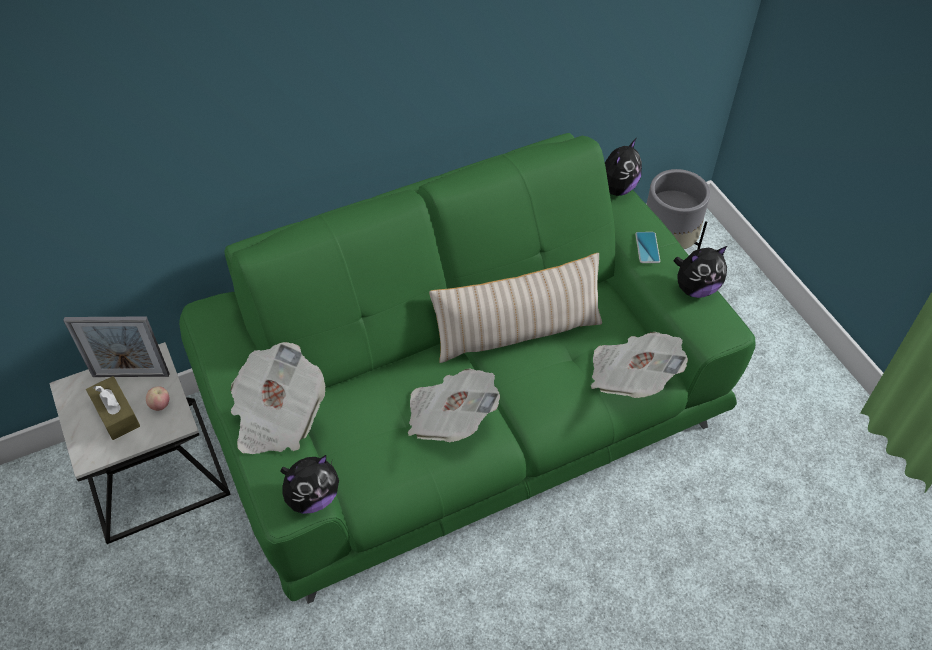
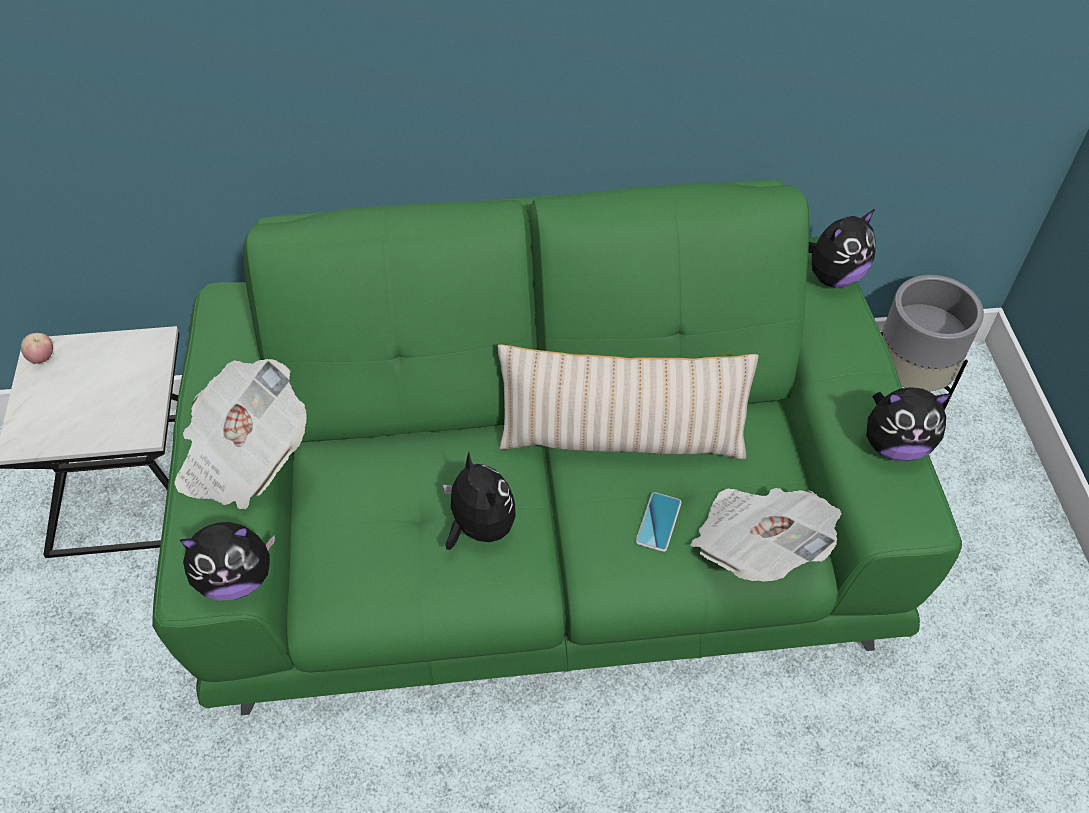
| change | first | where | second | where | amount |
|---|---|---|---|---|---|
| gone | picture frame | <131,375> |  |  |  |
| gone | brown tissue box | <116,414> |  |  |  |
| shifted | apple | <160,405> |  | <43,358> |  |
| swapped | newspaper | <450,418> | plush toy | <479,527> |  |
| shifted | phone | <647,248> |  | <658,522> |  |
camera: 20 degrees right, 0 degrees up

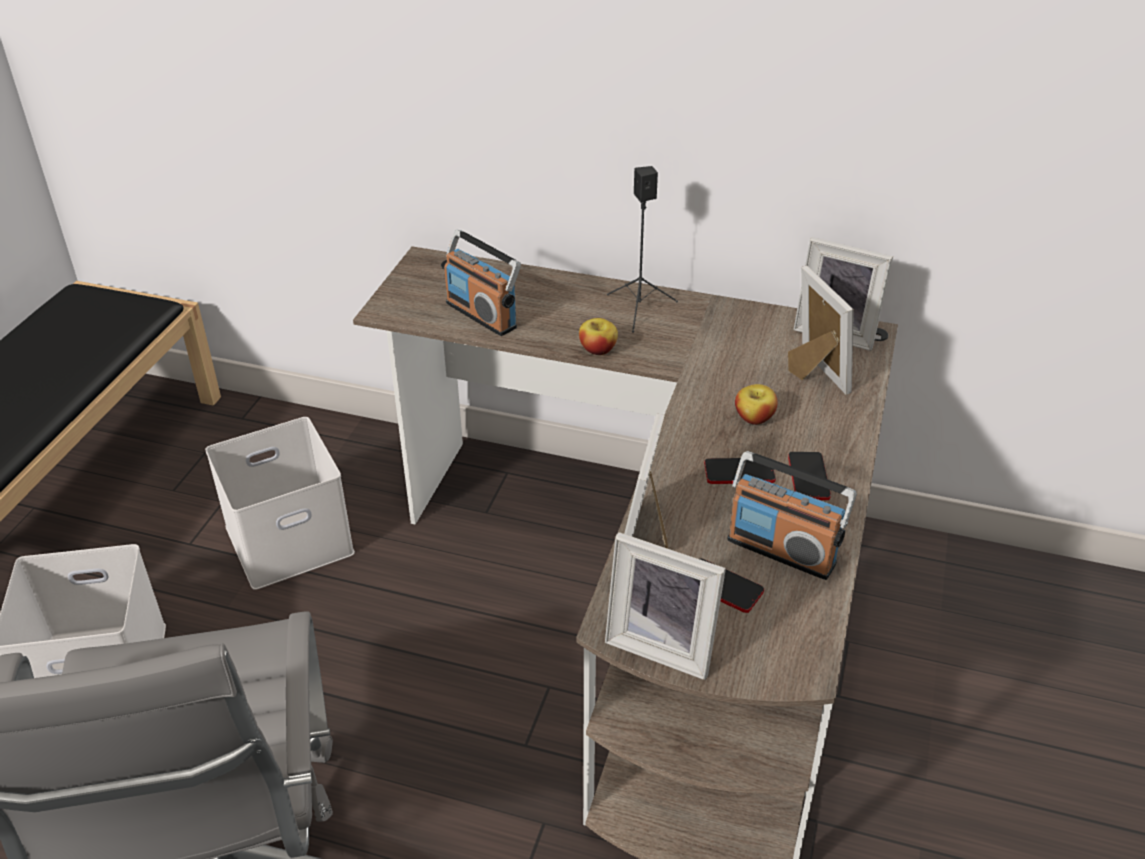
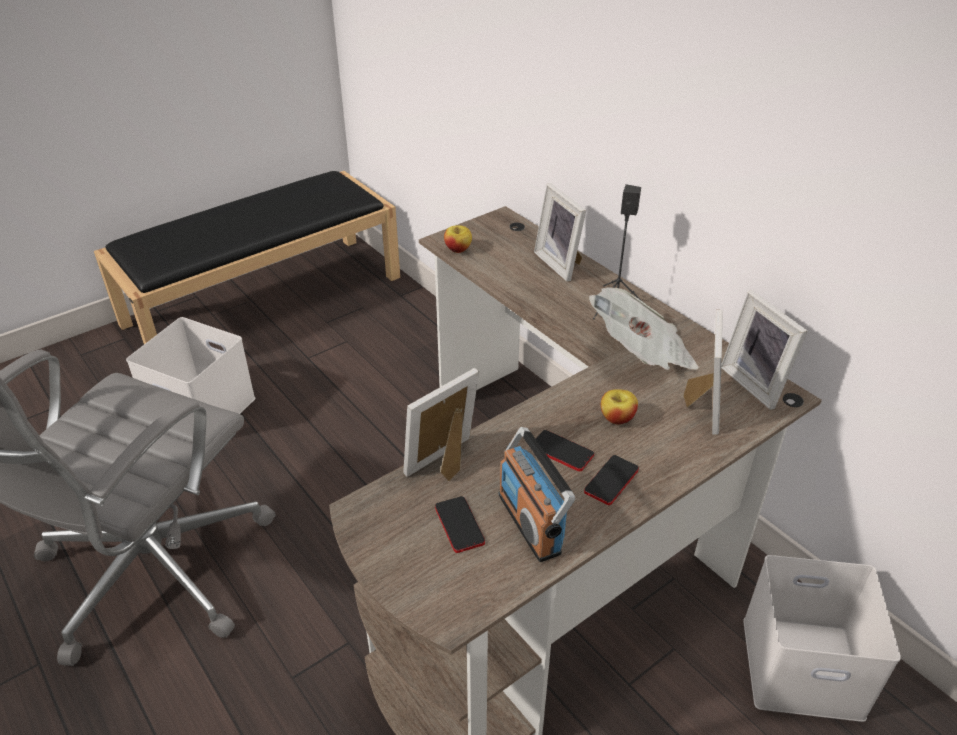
| change | first | where | second | where | amount |
|---|---|---|---|---|---|
| shifted | white storage box | <290,537> |  | <803,665> |  |
| gone | radio | <482,315> |  |  |  |
| shifted | apple | <598,349> |  | <458,249> |  |
| shifted | picture frame | <663,644> |  | <561,263> |  |
| new |  |  | newspaper | <641,354> |  |
camera: 35 degrees right, 0 degrees up

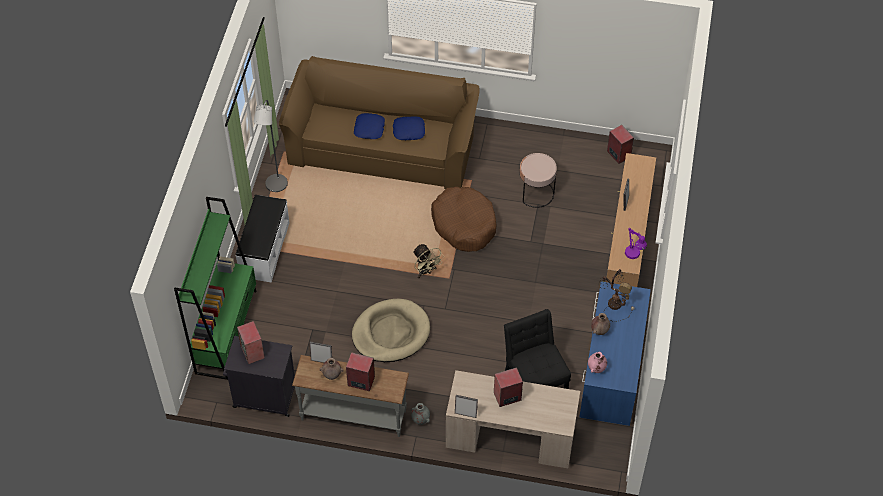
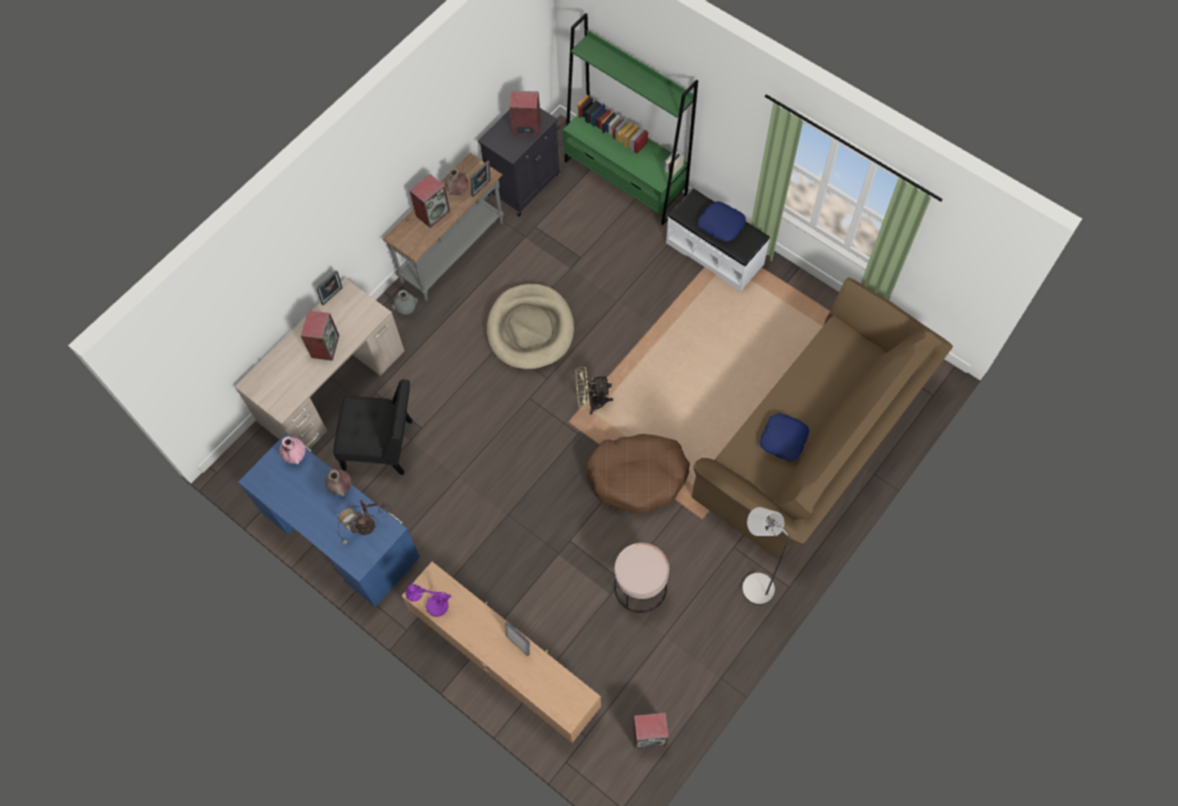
| change | first | where | second | where | amount |
|---|---|---|---|---|---|
| shifted | grey floor lamp | <275,187> |  | <752,585> |  |
| shifted | blue pillow | <369,129> |  | <721,224> |  |
camera: 120 degrees right, 10 degrees up

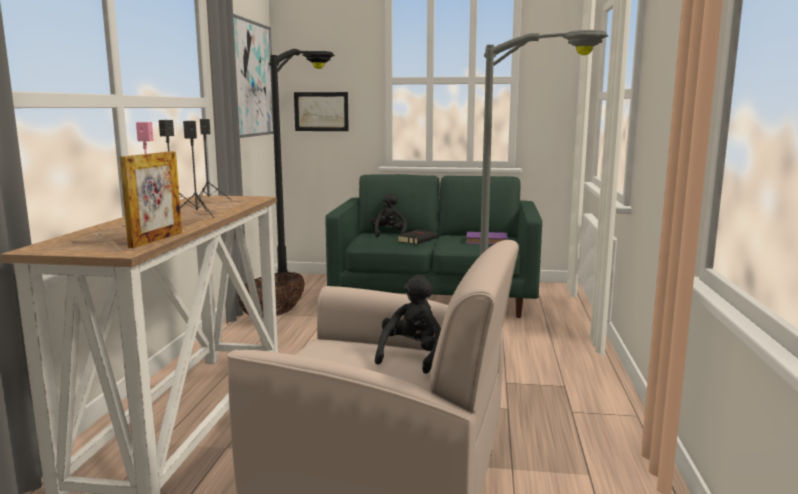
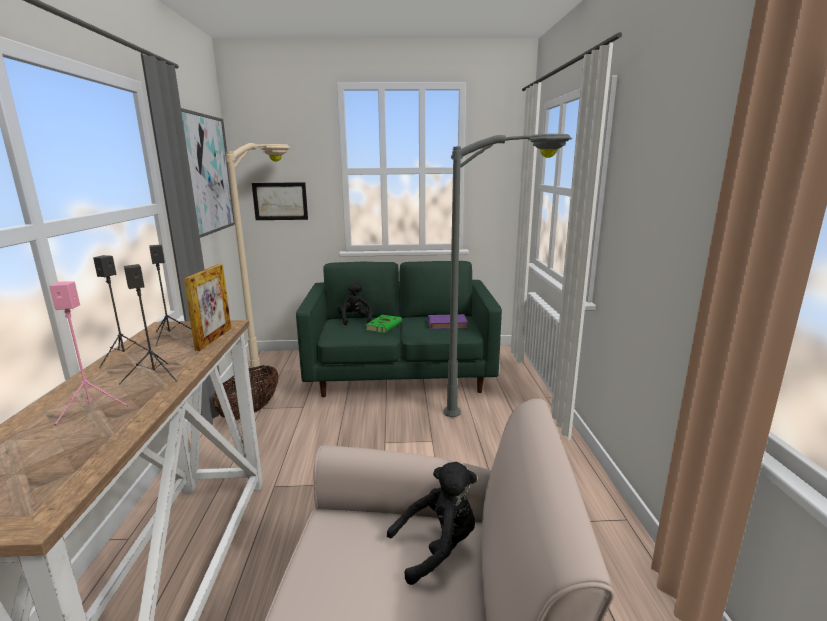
| change | first | where | second | where | amount |
|---|---|---|---|---|---|
| shifted | picture frame | <156,239> |  | <214,338> |  |
| repainted | black floor lamp | <313,285> | beige floor lamp | <284,365> |  |
| rotated | black plush toy | <412,356> |  | <438,547> | 60 degrees clockwise |
| repainted | black book | <418,239> | green book | <384,326> |  |
camera: 10 degrees left, 5 degrees up

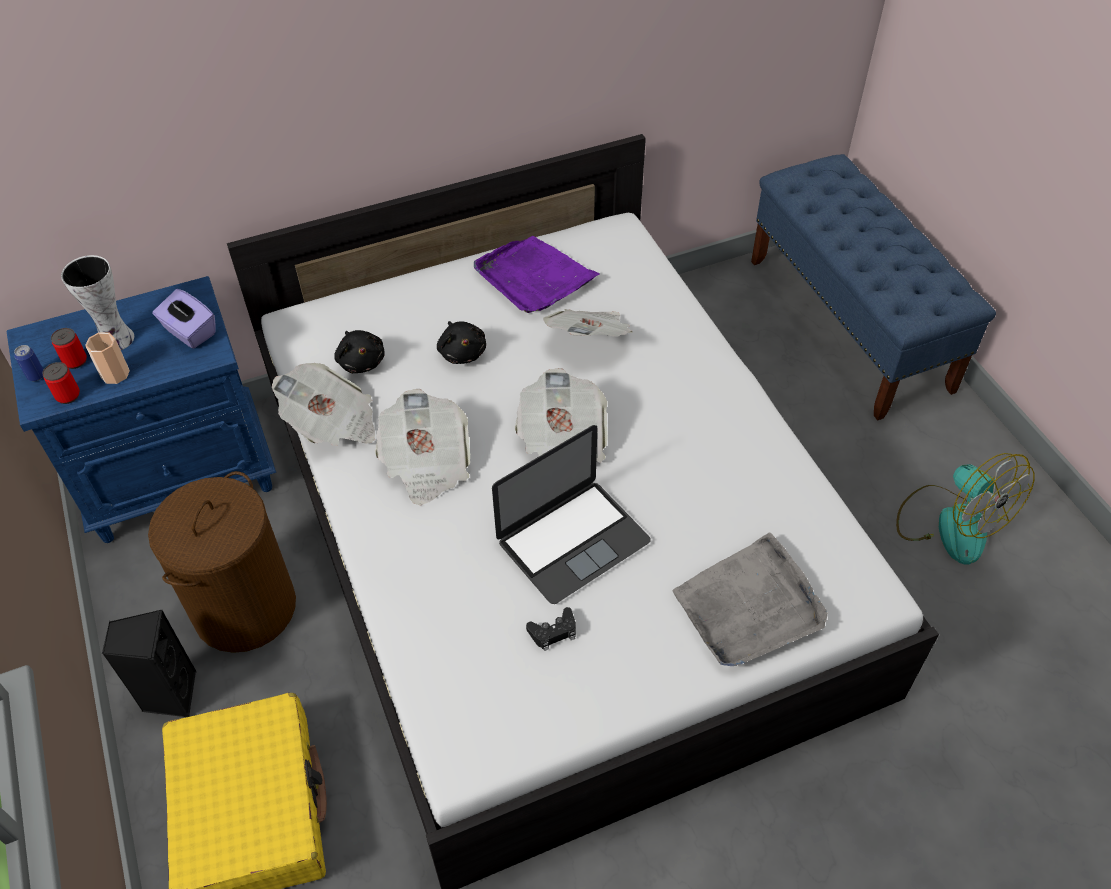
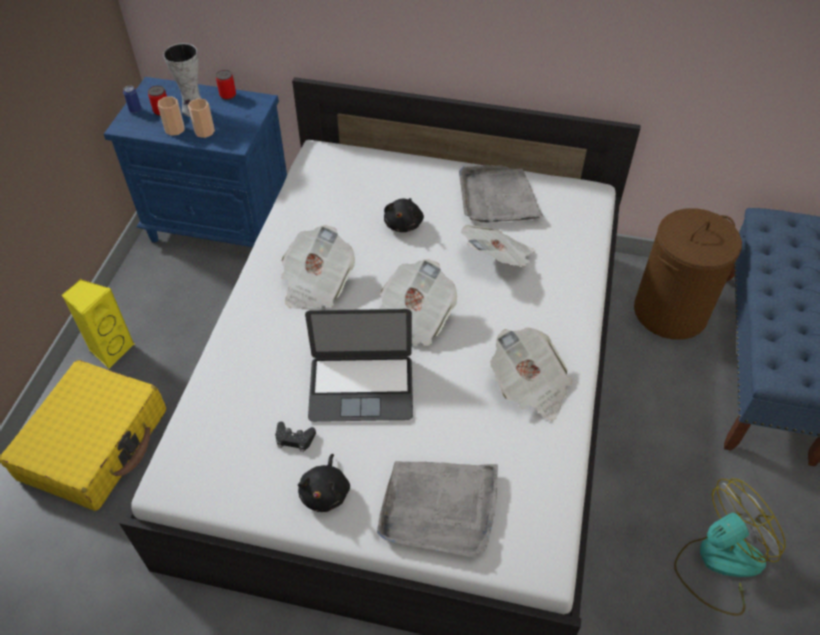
| change | first | where | second | where | amount |
|---|---|---|---|---|---|
| shifted | can | <68,395> |  | <228,95> |  |
| repainted | black speaker | <170,694> | yellow speaker | <110,349> |  |
| shifted | brown laundry basket | <245,607> |  | <670,311> |  |
| gone | purple tissue box | <189,332> |  |  |  |
| shifted | newspaper | <332,424> |  | <529,386> |  |
| shifted | black plush toy | <361,361> |  | <325,492> |  |
| repainted | purple tray | <534,278> | grey tray | <497,198> |  |
| rotated | fan | <950,523> |  | <718,562> | 120 degrees counterclockwise |
| new |  |  | cup | <204,131> |  |
camera: 35 degrees right, 0 degrees up

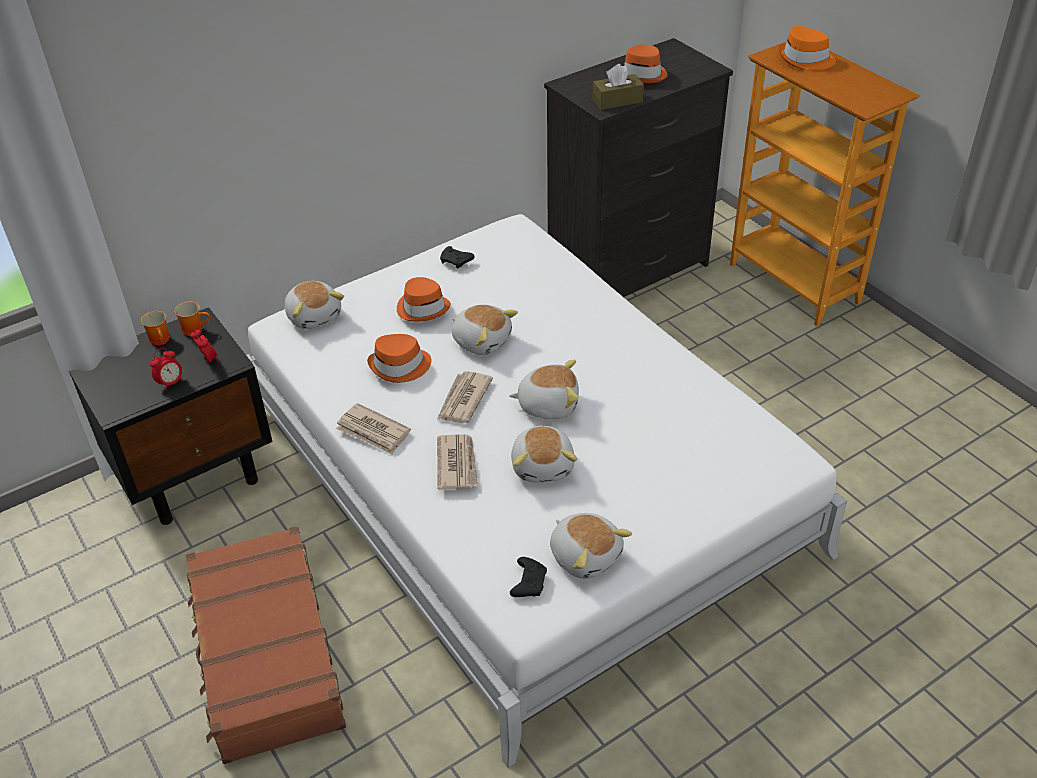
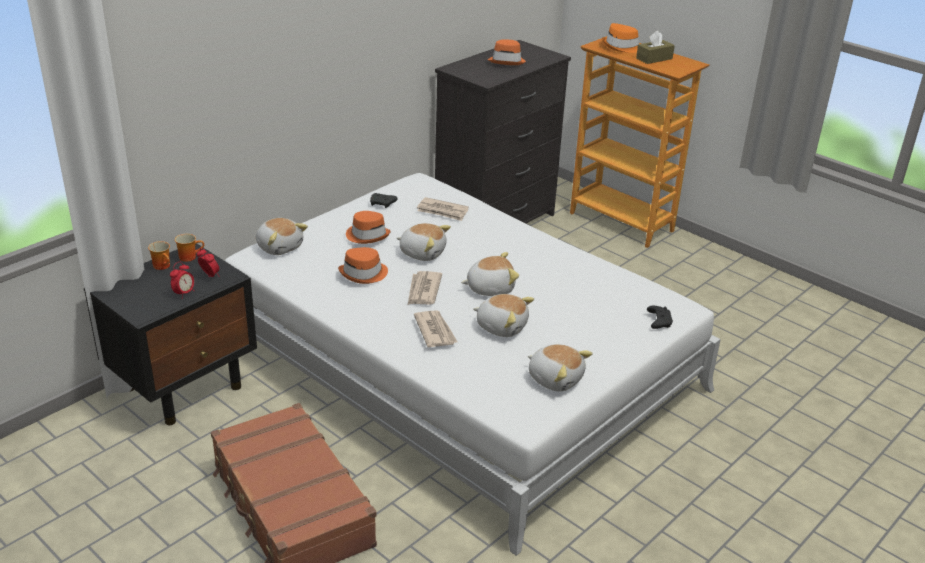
| change | first | where | second | where | amount |
|---|---|---|---|---|---|
| shifted | newspaper | <373,432> |  | <442,211> |  |
| shifted | black game controller | <528,582> |  | <658,321> |  |
| rotated | plush toy | <543,465> |  | <502,326> | 45 degrees counterclockwise |
| shifted | brown tissue box | <617,100> |  | <654,58> |  |
camera: 15 degrees left, 10 degrees down

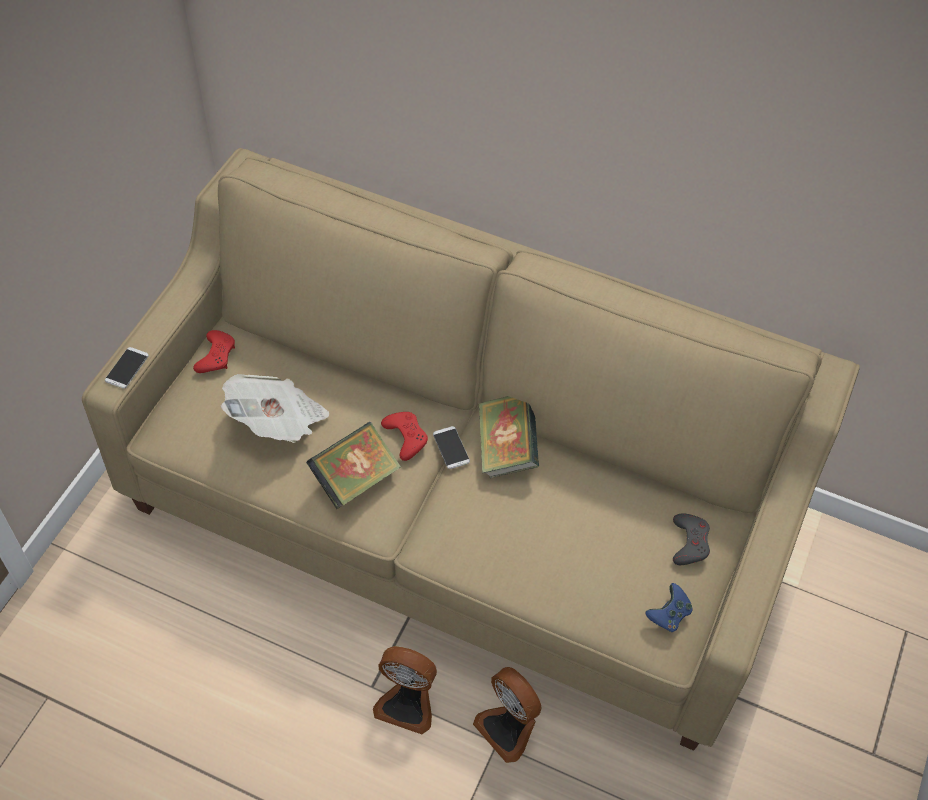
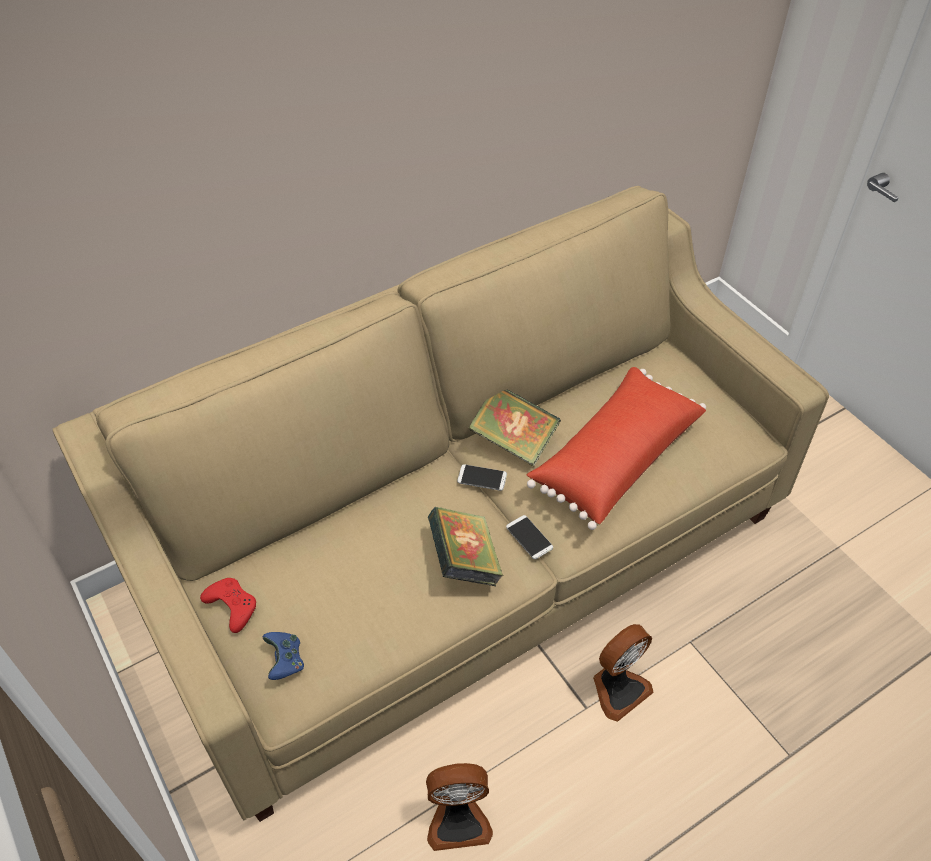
| change | first | where | second | where | amount |
|---|---|---|---|---|---|
| shifted | phone | <127,368> |  | <529,537> |  |
| gone | newspaper | <278,422> |  |  |  |
| gone | red game controller | <406,437> |  |  |  |
| shifted | fan | <508,728> |  | <458,819> |  |
| shifted | blue game controller | <668,615> |  | <285,661> |  |
| gone | grey game controller | <689,542> |  |  |  |
| new |  |  | red pillow | <614,458> |  |
camera: 55 degrees left, 5 degrees down

